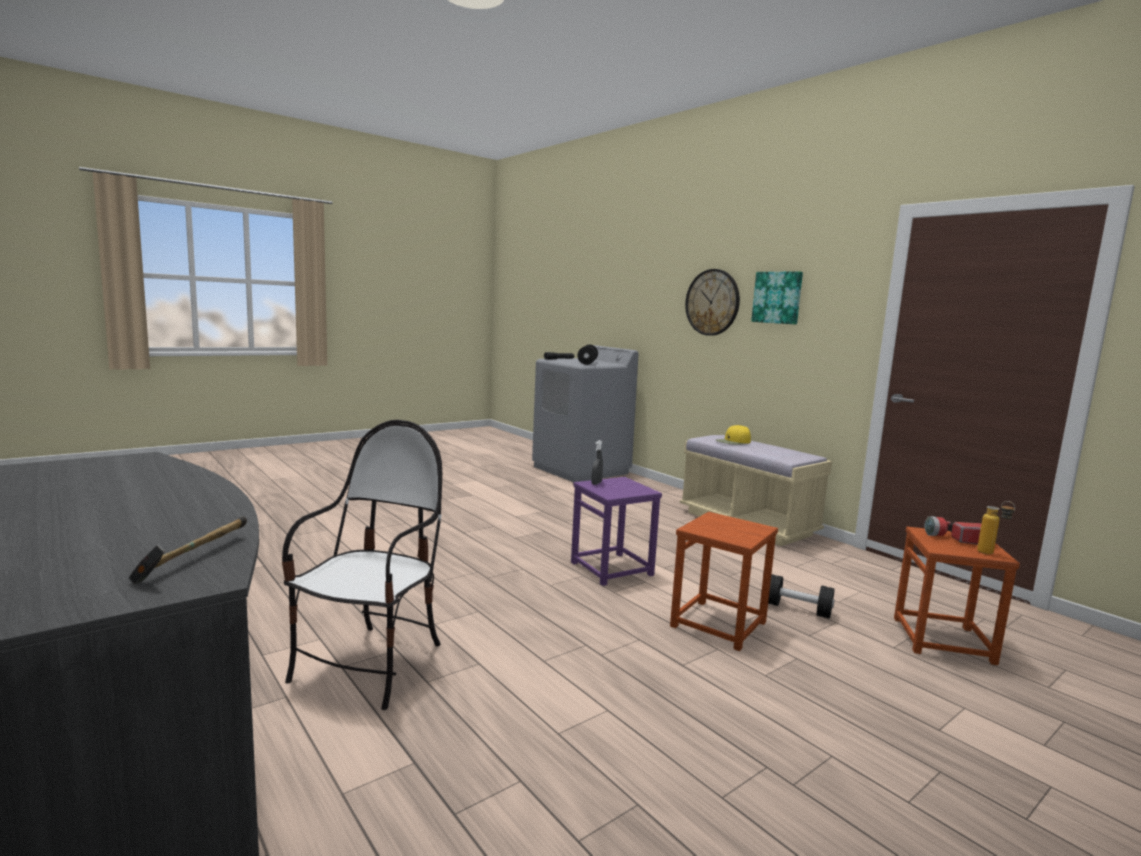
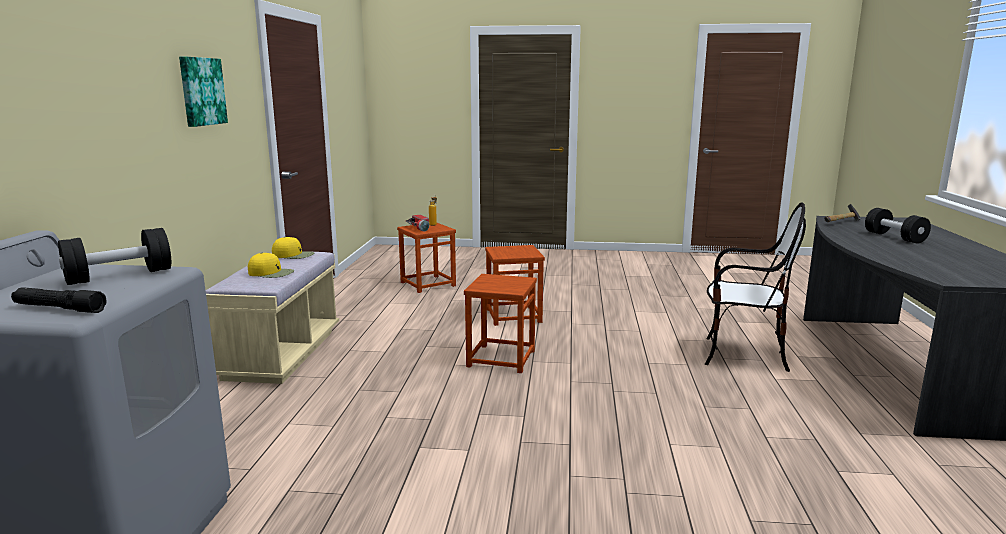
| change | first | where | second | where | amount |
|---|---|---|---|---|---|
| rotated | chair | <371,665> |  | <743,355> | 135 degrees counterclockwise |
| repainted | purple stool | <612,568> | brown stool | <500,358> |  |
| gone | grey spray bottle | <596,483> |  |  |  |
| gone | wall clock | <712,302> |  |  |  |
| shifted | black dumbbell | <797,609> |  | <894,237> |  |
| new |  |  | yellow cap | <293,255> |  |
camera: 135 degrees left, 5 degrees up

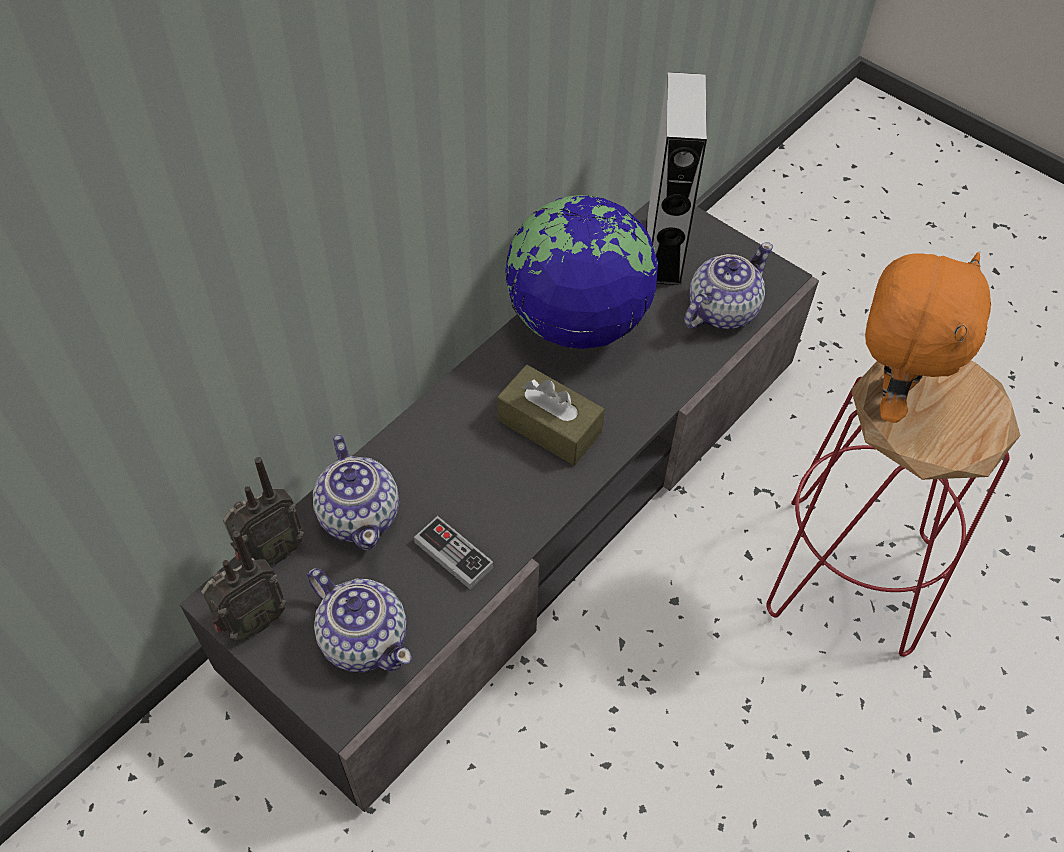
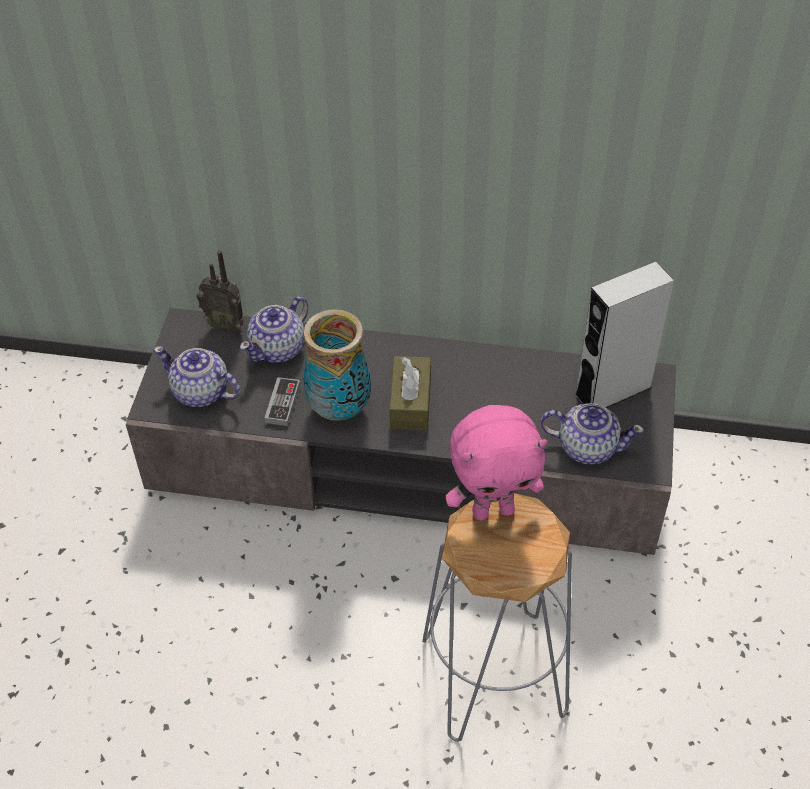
| change | first | where | second | where | amount |
|---|---|---|---|---|---|
| gone | radio | <251,622> |  |  |  |
| rotated | teapot | <364,638> |  | <201,393> | 105 degrees clockwise |
| gone | globe | <577,321> |  |  |  |
| repainted | red stool | <849,574> | grey stool | <495,675> |  |
| repainted | orange plush toy | <888,395> | pink plush toy | <493,510> |  |
| new |  |  | vase | <339,408> |  |
camera: 60 degrees right, 5 degrees down

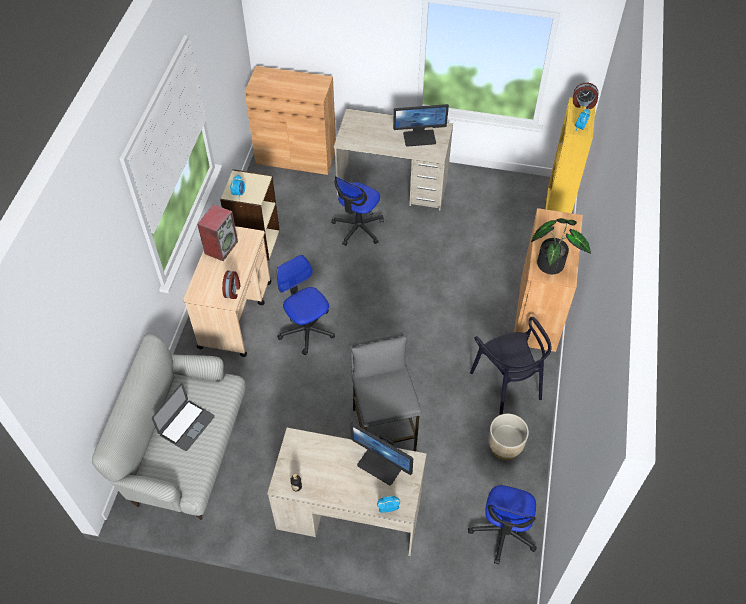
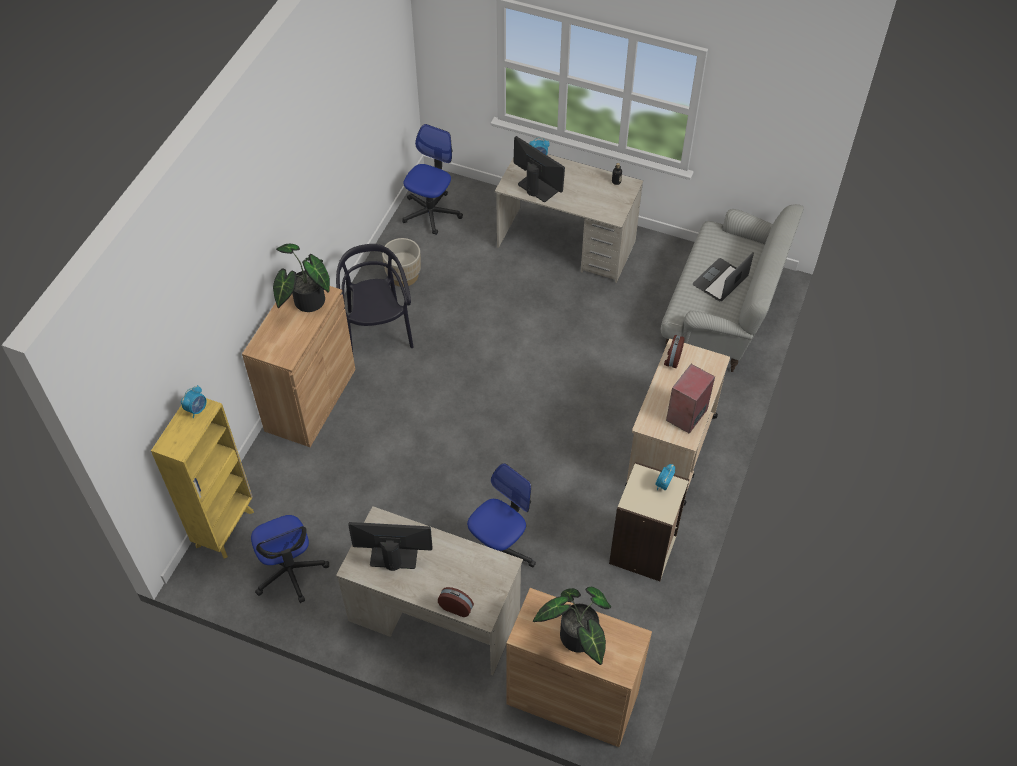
| change | first | where | second | where | amount |
|---|---|---|---|---|---|
| shifted | office chair | <307,330> |  | <290,571> |  |
| gone | grey stool | <383,430> |  |  |  |
| shifted | alarm clock | <583,104> |  | <456,607> |  |
| new |  |  | potted plant | <577,640> |  |
camera: 170 degrees left, 0 degrees up

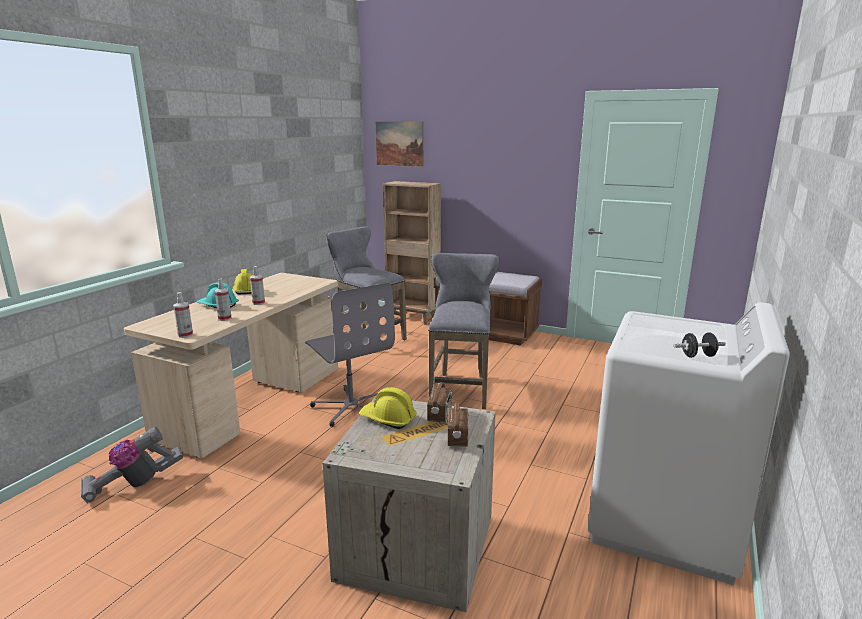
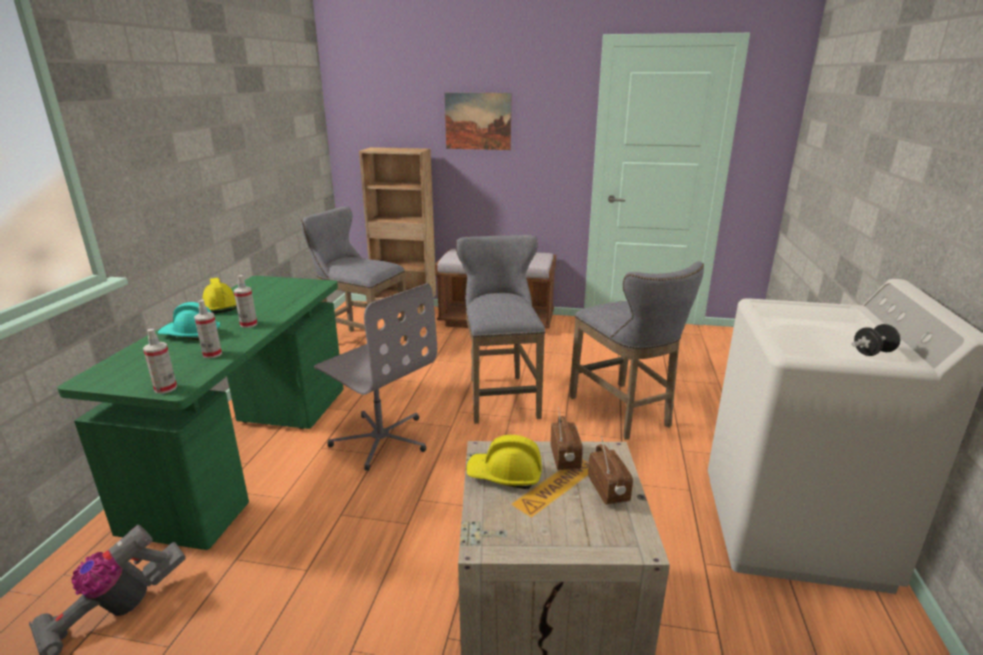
| change | first | where | second | where | amount |
|---|---|---|---|---|---|
| repainted | beige desk | <255,403> | green desk | <250,452> |  |
| shifted | picture | <399,143> |  | <478,121> |  |
| new |  |  | grey stool | <624,413> |  |
camera: 15 degrees left, 5 degrees up

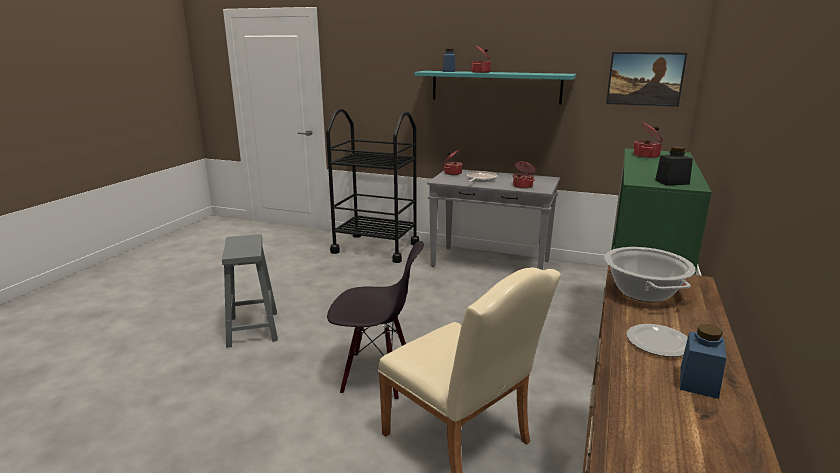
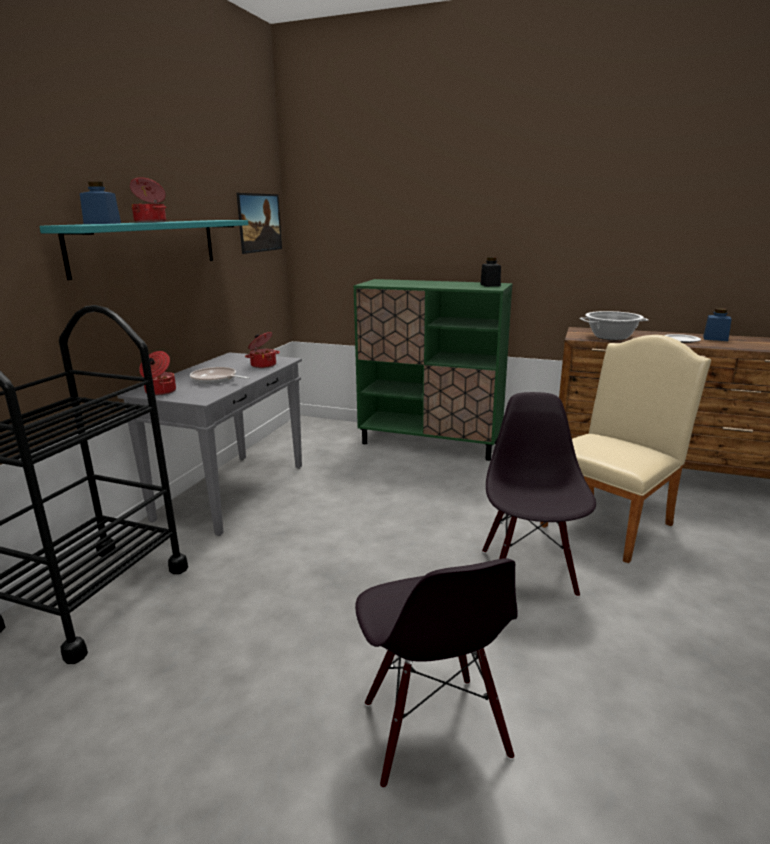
| change | first | where | second | where | amount |
|---|---|---|---|---|---|
| swapped | grey stool | <252,328> | black chair | <433,730> |  |
| gone | cooking pot | <647,156> |  |  |  |
camera: 90 degrees left, 0 degrees up

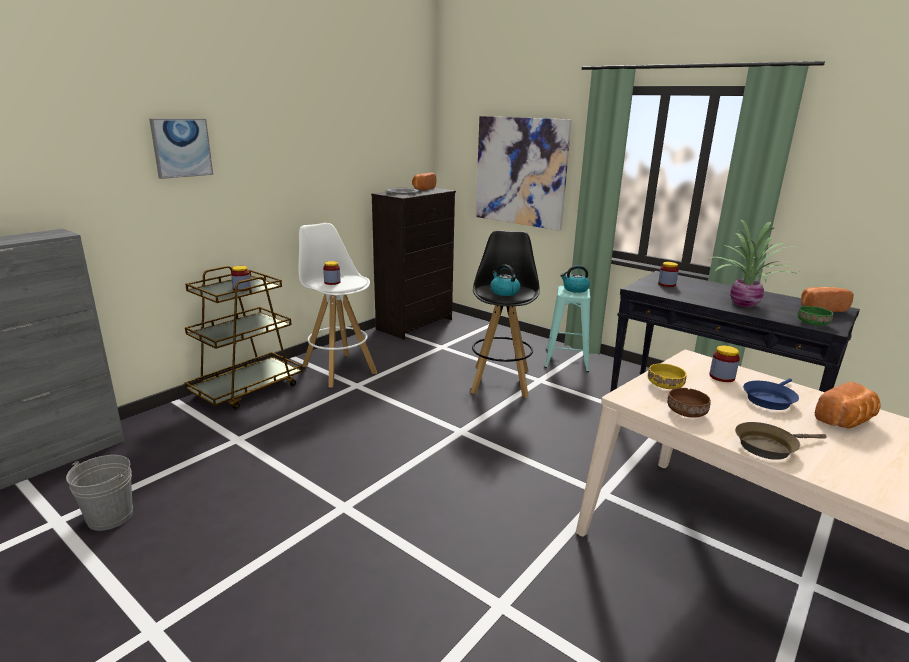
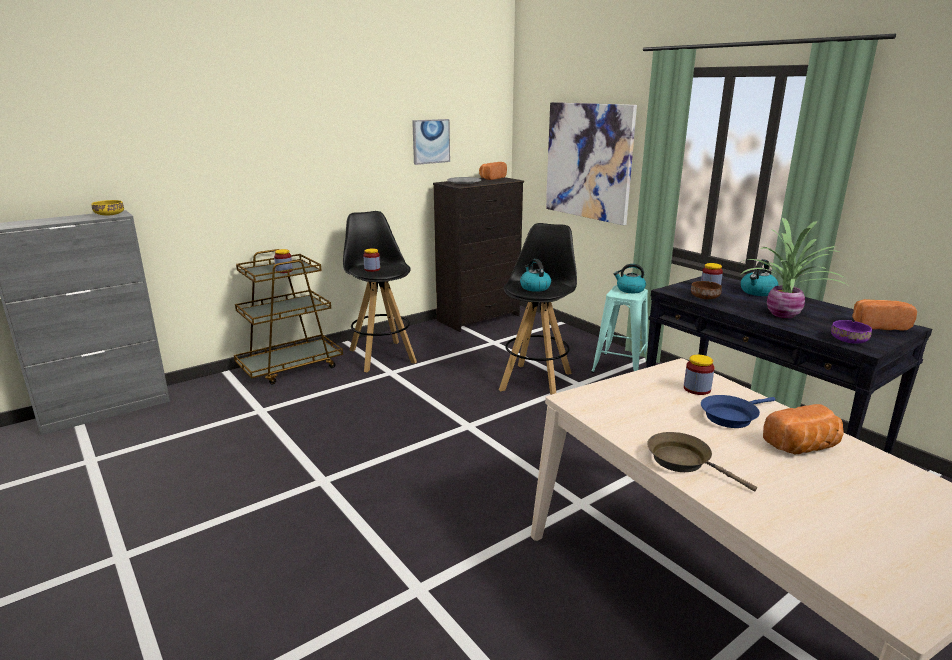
| change | first | where | second | where | amount |
|---|---|---|---|---|---|
| gone | grey bucket | <110,517> |  |  |  |
| shifted | picture | <181,148> |  | <431,141> |  |
| repainted | white stool | <338,369> | black stool | <382,355> |  |
| shifted | yellow bowl | <666,385> |  | <110,215> |  |
| shifted | brown bowl | <686,413> |  | <704,298> |  |
| rotated | brown frying pan | <769,446> |  | <683,461> | 45 degrees clockwise |
| repainted | green bowl | <812,323> | purple bowl | <848,341> |  |
| new |  |  | kettle | <757,292> |  |
camera: 15 degrees right, 0 degrees up

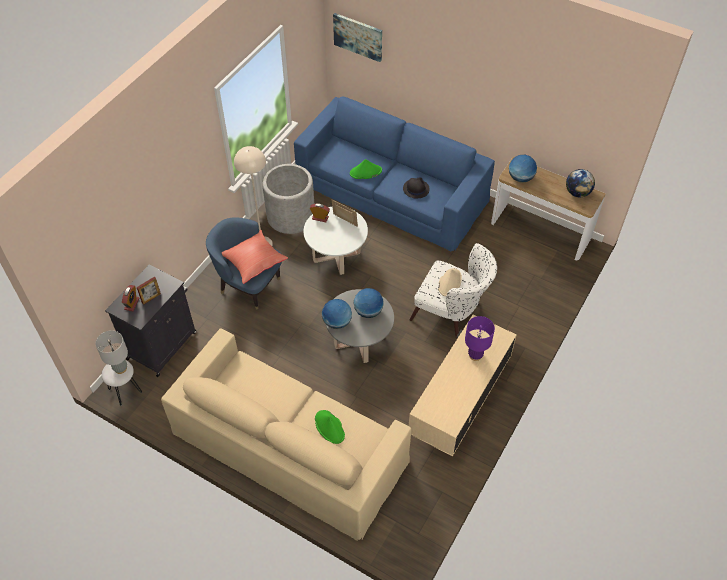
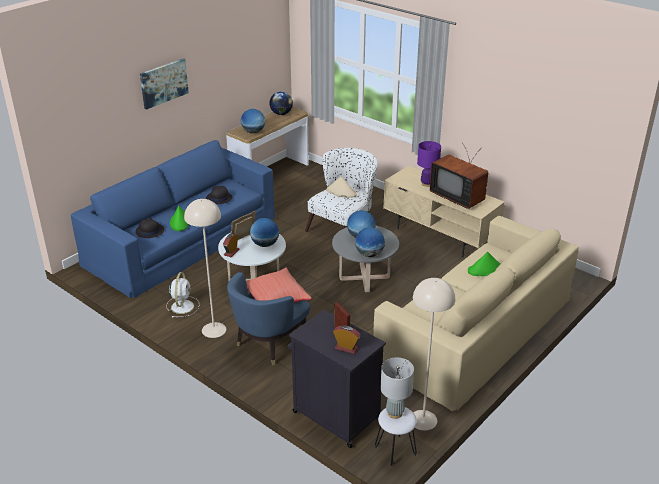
| change | first | where | second | where | amount |
|---|---|---|---|---|---|
| swapped | grey planter | <291,216> | white fan | <182,306> |  |
| shifted | picture | <358,36> |  | <163,83> |  |
| new |  |  | black hat | <149,231> |  |
| new |  |  | globe | <265,244> |  |
| new |  |  | beige floor lamp | <423,420> |  |
| new |  |  | television | <458,196> |  |
camera: 80 degrees left, 20 degrees down

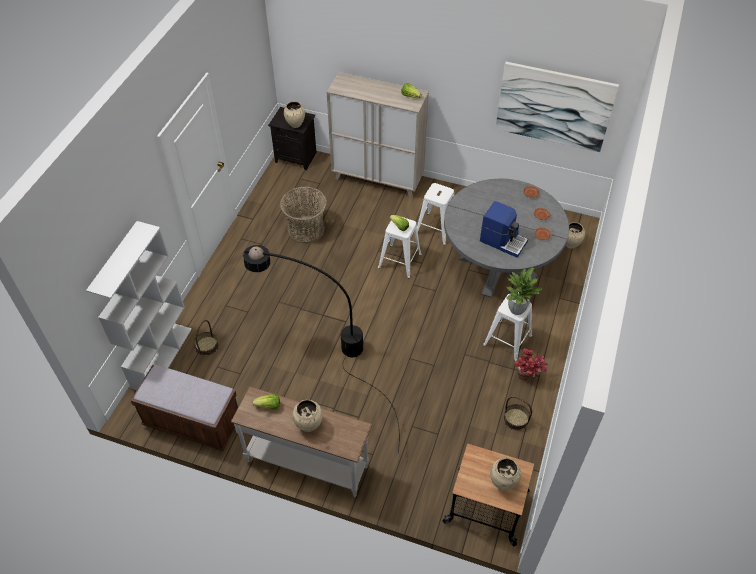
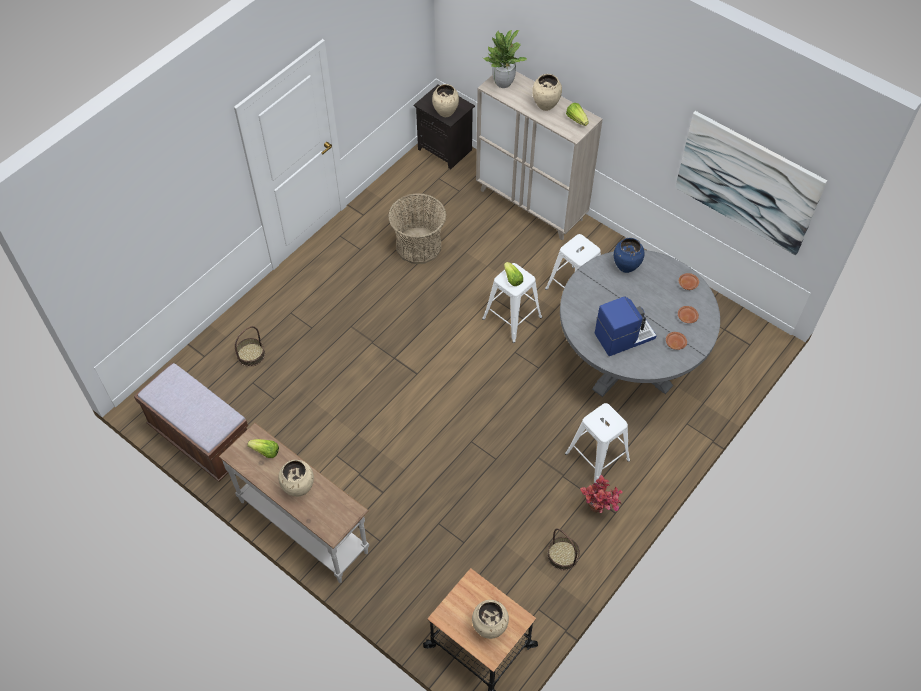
| change | first | where | second | where | amount |
|---|---|---|---|---|---|
| gone | white bookcase | <161,357> |  |  |  |
| gone | black floor lamp | <324,356> |  |  |  |
| rotated | coffee machine | <503,241> |  | <623,335> | 75 degrees counterclockwise |
| shifted | potted plant | <516,309> |  | <503,83> |  |
| shifted | beige vase | <570,244> |  | <545,105> |  |
| new |  |  | blue vase | <625,267> |  |
camera: 20 degrees right, 5 degrees up

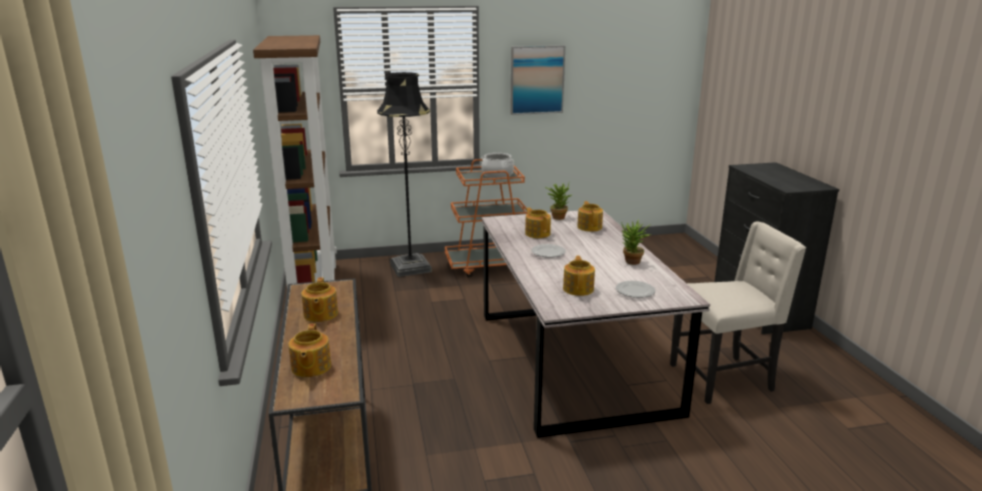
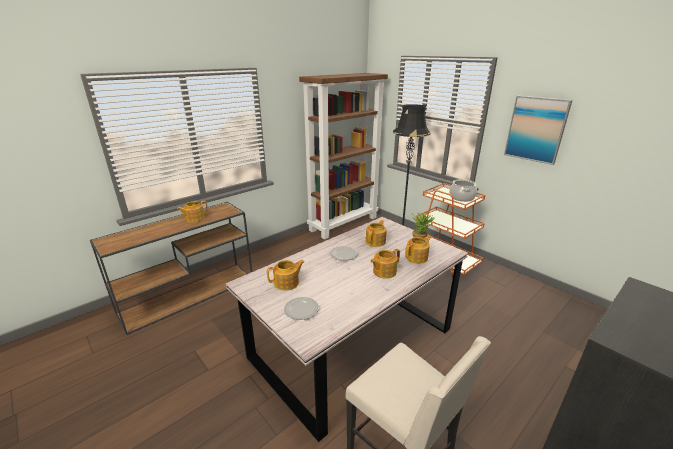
| change | first | where | second | where | amount |
|---|---|---|---|---|---|
| shifted | teapot | <310,367> |  | <384,272> |  |
| gone | potted plant | <632,263> |  |  |  |
camera: 60 degrees right, 5 degrees up

